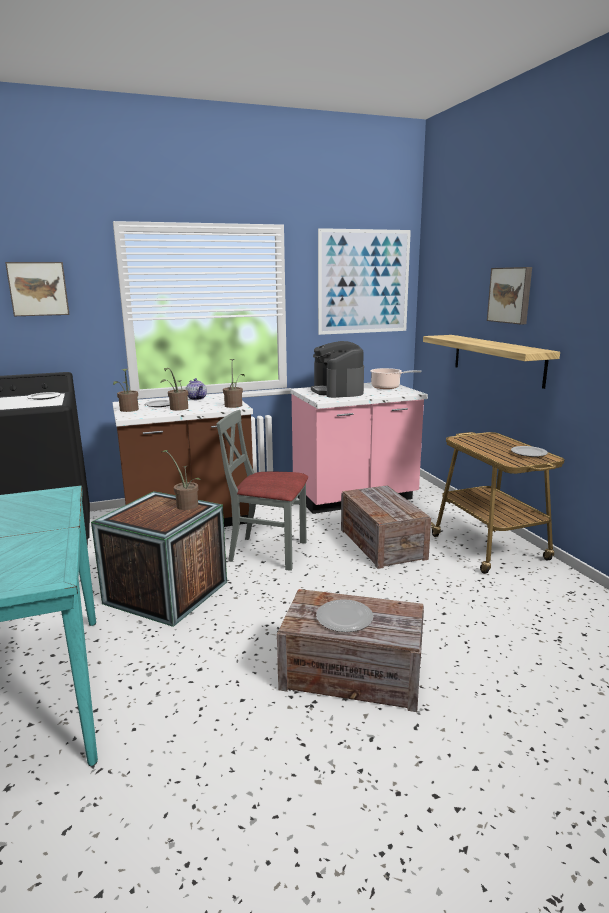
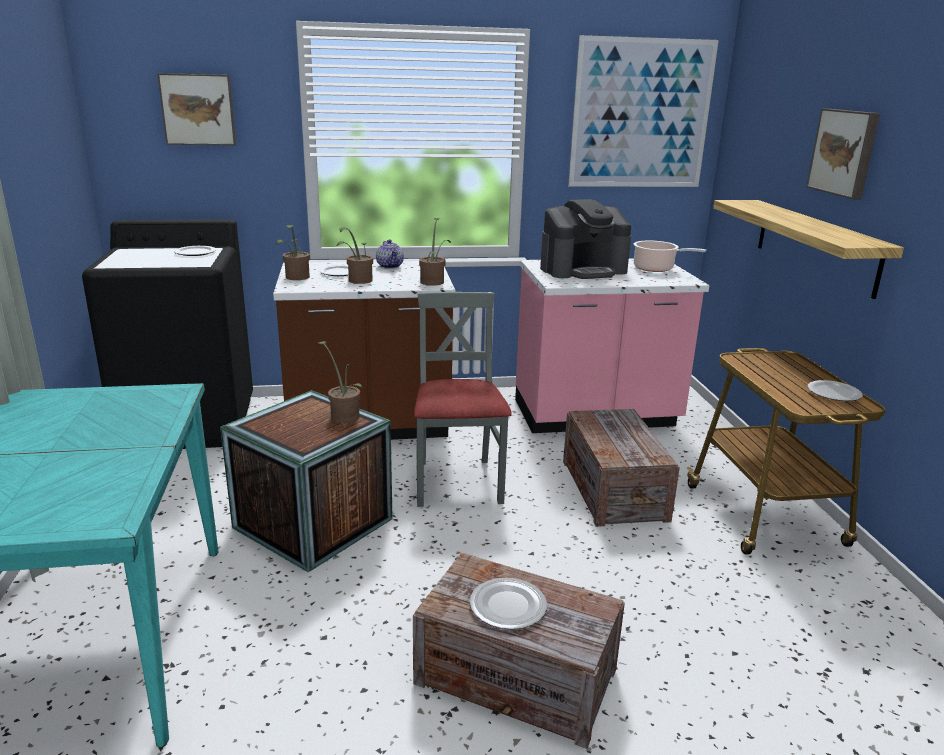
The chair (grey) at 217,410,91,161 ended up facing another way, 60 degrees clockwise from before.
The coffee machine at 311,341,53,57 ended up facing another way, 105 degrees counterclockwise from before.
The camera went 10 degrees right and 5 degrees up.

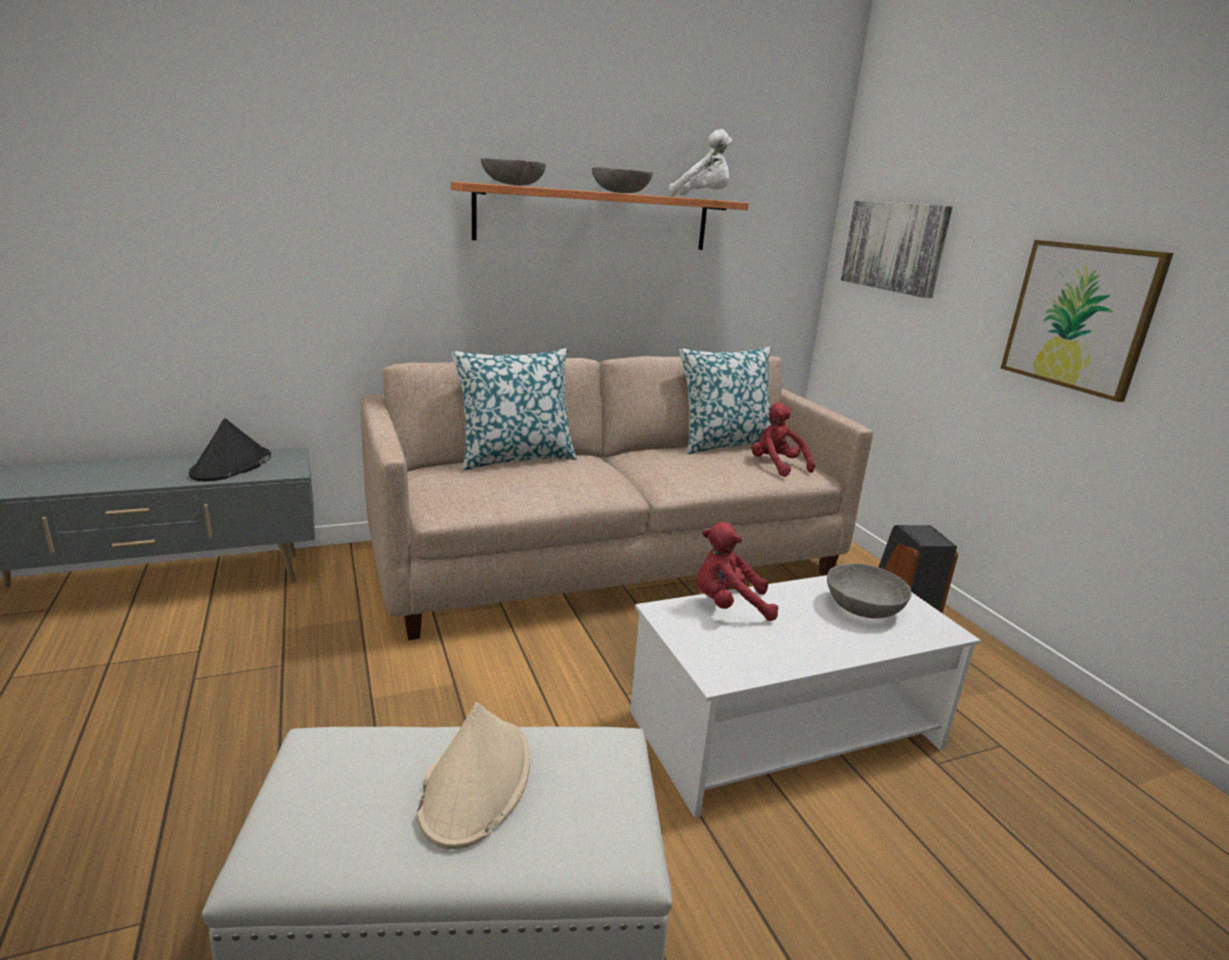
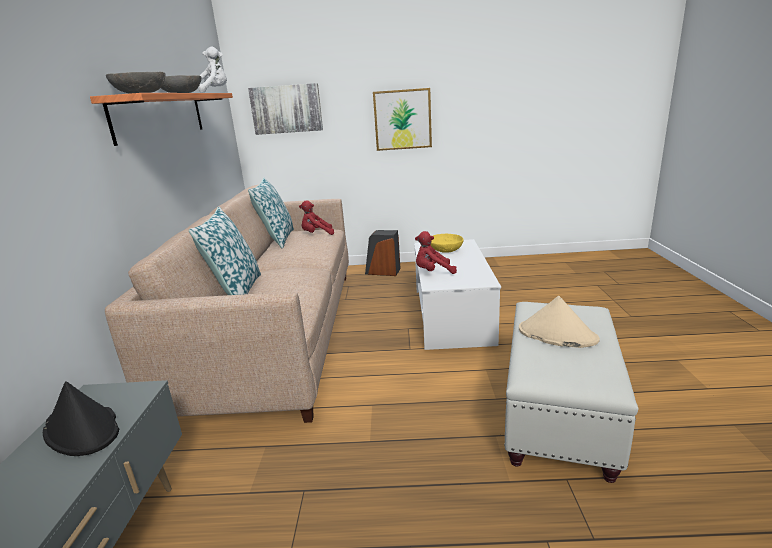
The plush toy (red) at 697,522,81,99 ended up facing another way, 60 degrees clockwise from before.
What was the bowl (grey) at 827,563,85,55 turned into the bowl (yellow) at 431,234,33,19.
The camera went 65 degrees left and 0 degrees up.

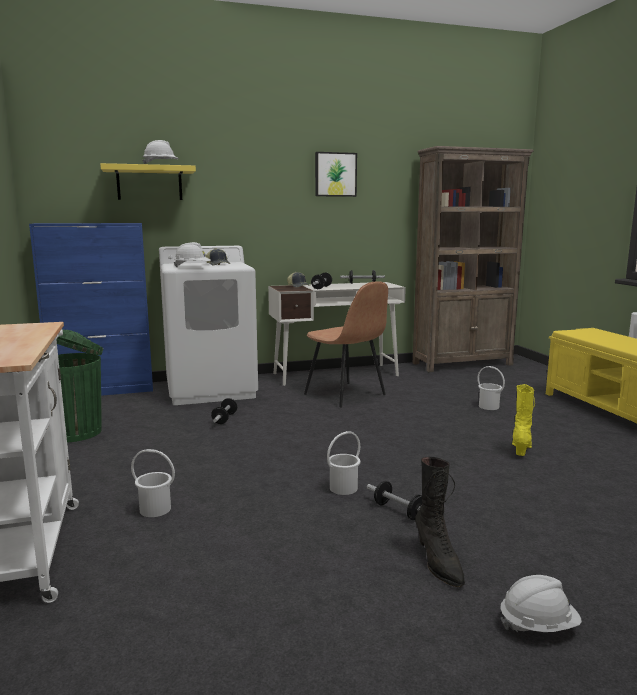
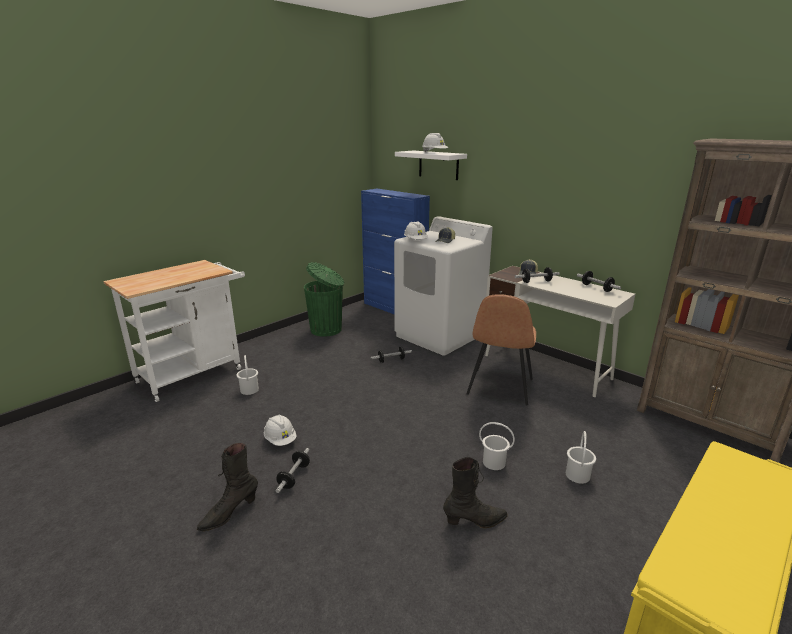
What was the shelf (yellow) at 100,163,96,37 turned into the shelf (white) at 395,151,72,29.
The second view lost the picture at 315,152,42,45.
The bucket (white) ended up elsewhere, having gone from 327,431,34,64 to 479,422,36,48.
The hard hat (white) ended up elsewhere, having gone from 500,575,82,57 to 264,415,33,31.
What was the boot (yellow) at 512,384,23,72 turned into the boot (black) at 443,457,65,71.
The camera went 60 degrees right and 10 degrees up.

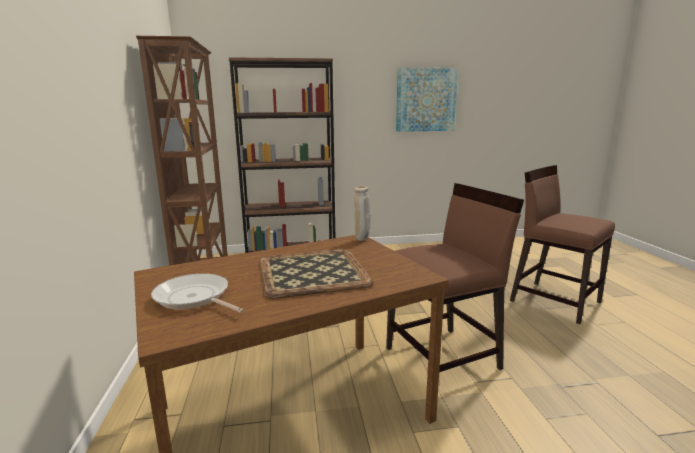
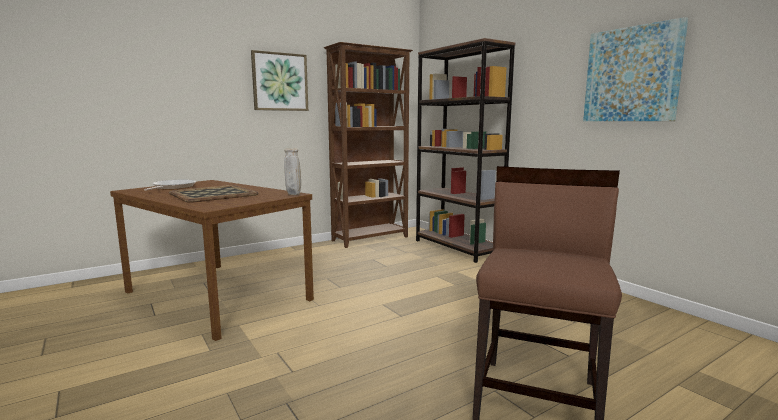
The second view lost the chair (brown) at 386,183,138,189.
The second view gained the picture at 251,50,57,61.
The camera went 65 degrees right and 5 degrees down.

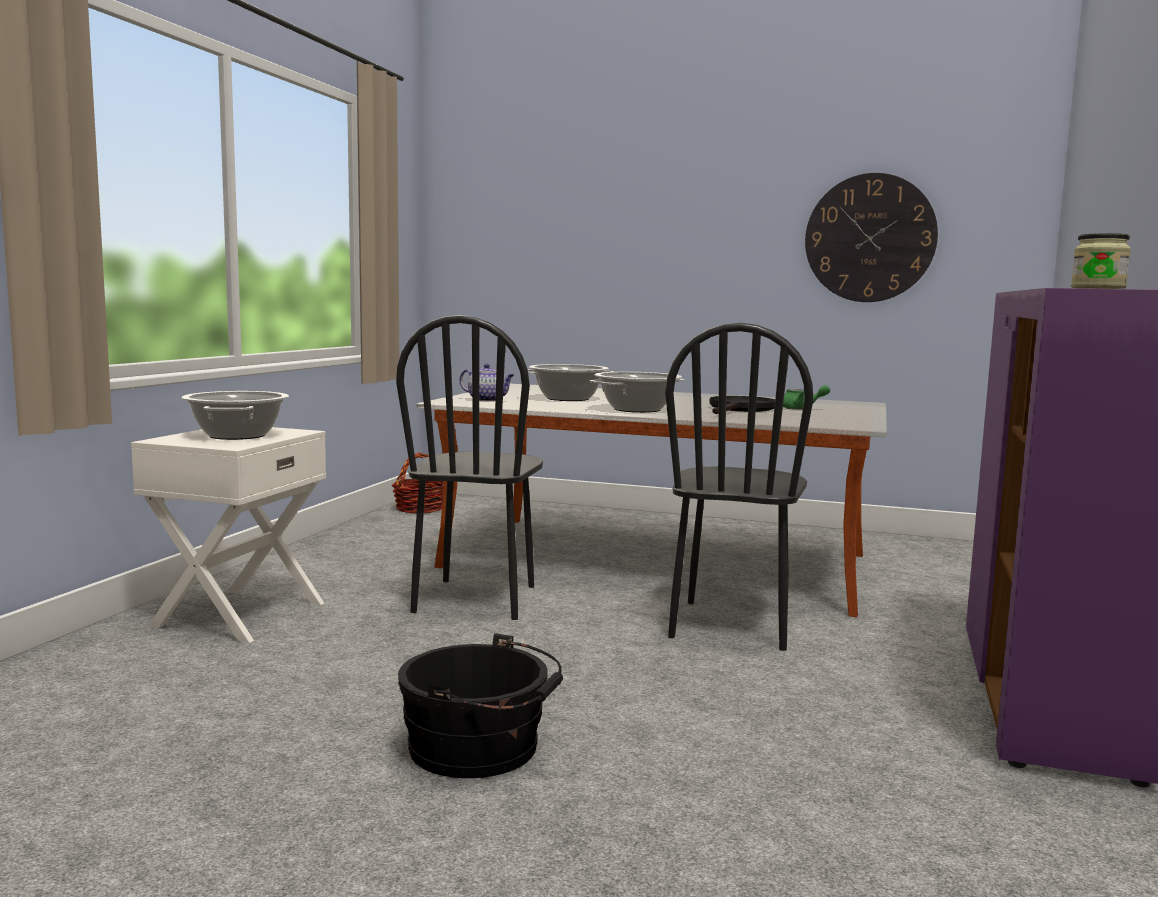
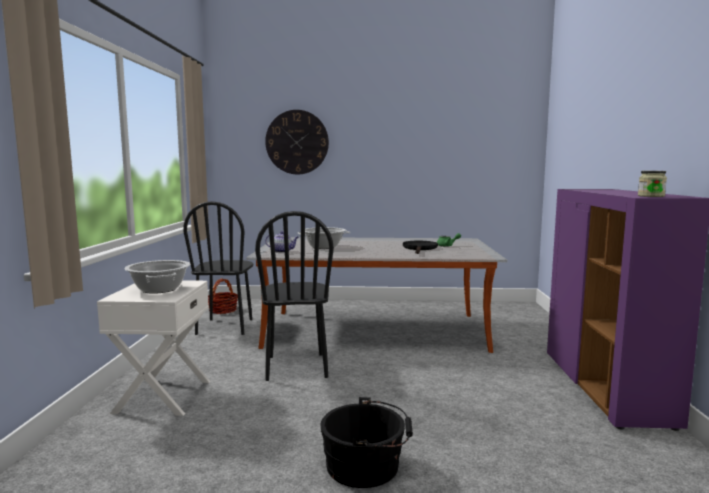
The second view lost the cooking pot at 590,372,95,41.
The chair (black) ended up elsewhere, having gone from 665,322,148,329 to 183,201,70,134.
The wall clock ended up elsewhere, having gone from 805,173,133,129 to 265,110,64,64.
The camera went 15 degrees left and 0 degrees up.

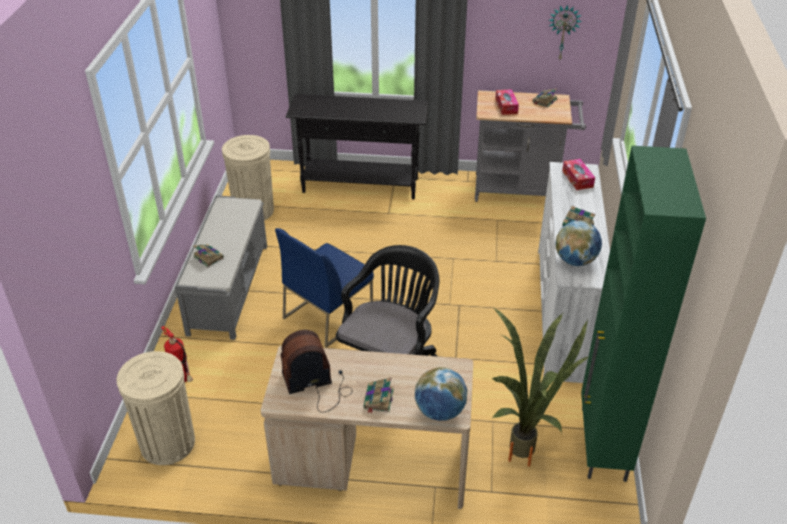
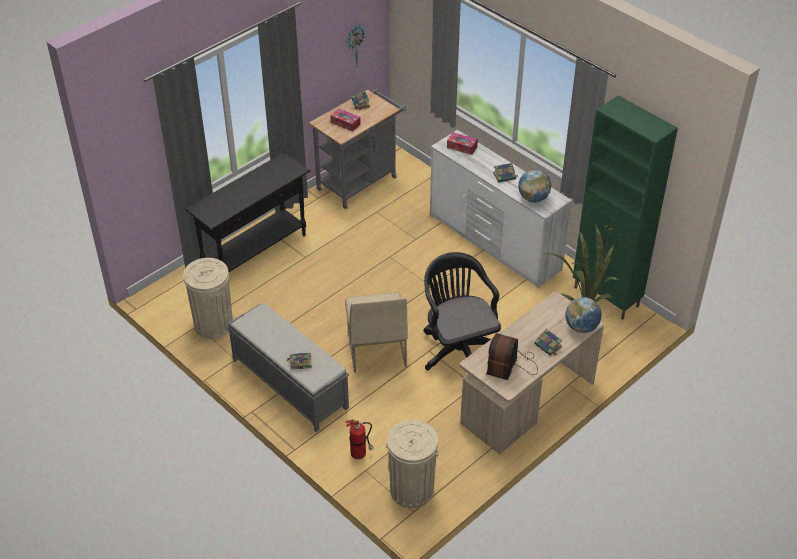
What was the chair (blue) at 275,228,99,120 turned into the chair (beige) at 345,293,63,80.
The camera went 50 degrees left and 5 degrees up.

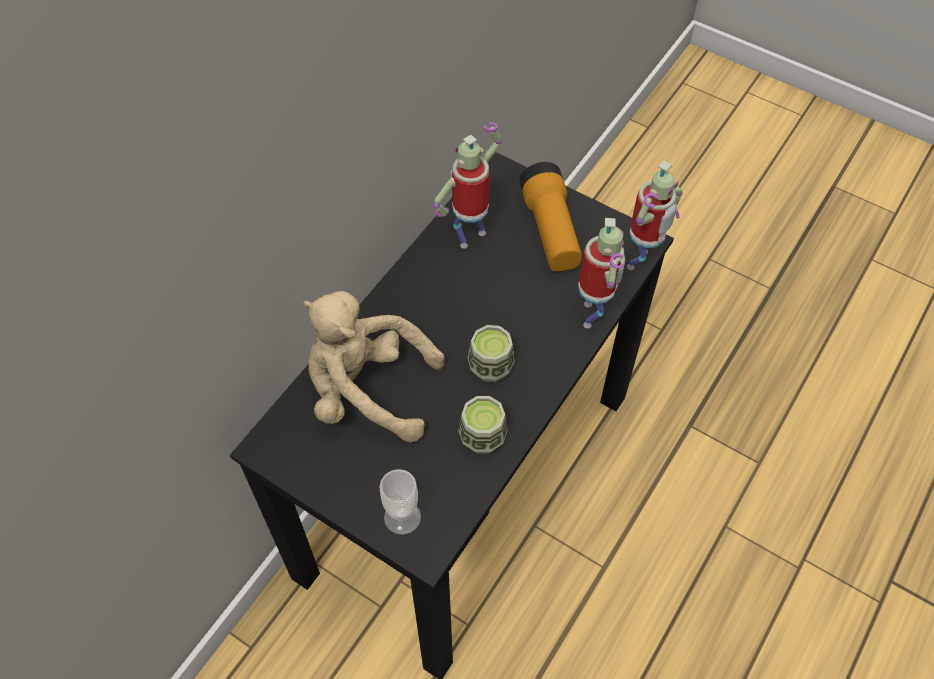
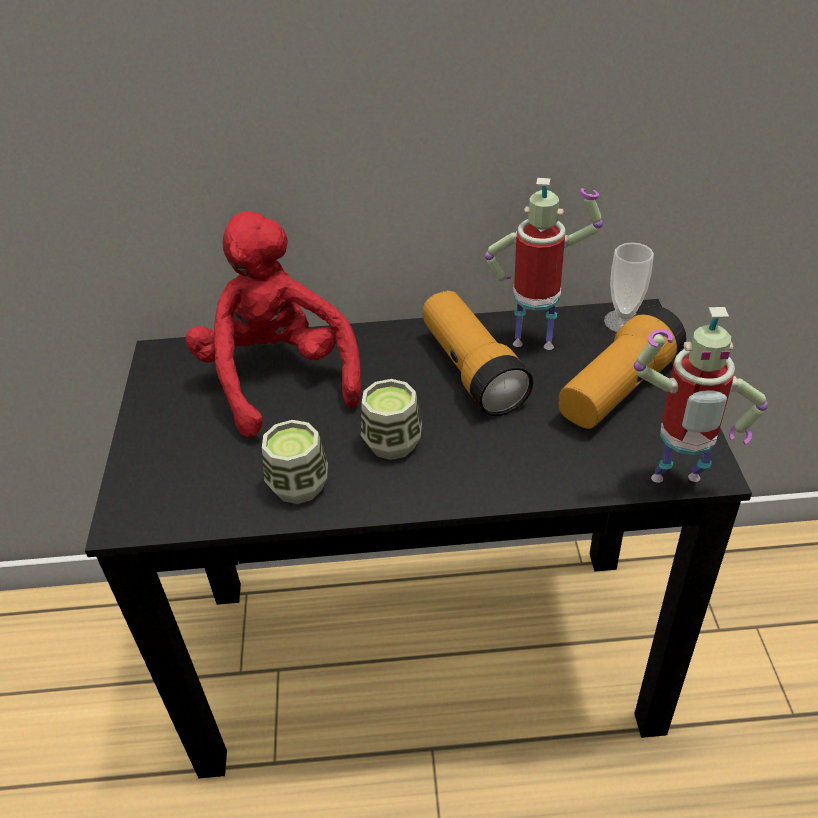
What was the plush toy (beige) at 303,291,142,152 turned into the plush toy (red) at 186,211,175,227.
The cup ended up elsewhere, having gone from 380,469,41,66 to 604,242,50,90.
The second view lost the toy robot at 578,218,47,110.
The second view gained the flashlight at 423,291,110,125.
The camera went 55 degrees right and 15 degrees down.

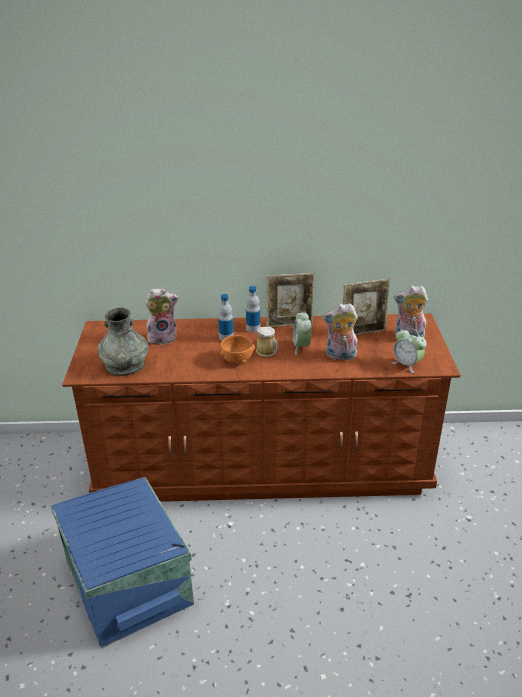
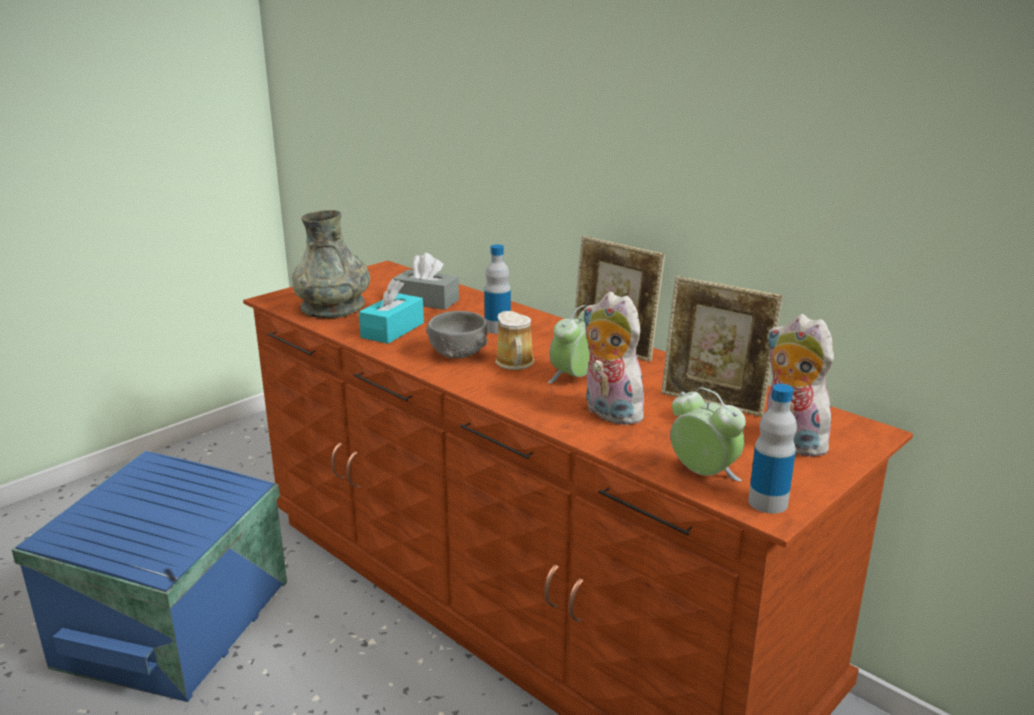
Where the plush toy stood at 145,287,34,58, the tissue box (grey) came to stand at 393,253,66,57.
What was the bowl (orange) at 220,335,35,29 turned into the bowl (grey) at 426,311,61,47.
The bottle ended up elsewhere, having gone from 246,286,14,47 to 748,384,49,130.
The alarm clock at 391,328,36,45 ended up facing another way, 135 degrees clockwise from before.
The second view gained the tissue box (turquoise) at 359,279,65,65.
The camera went 45 degrees right and 10 degrees down.

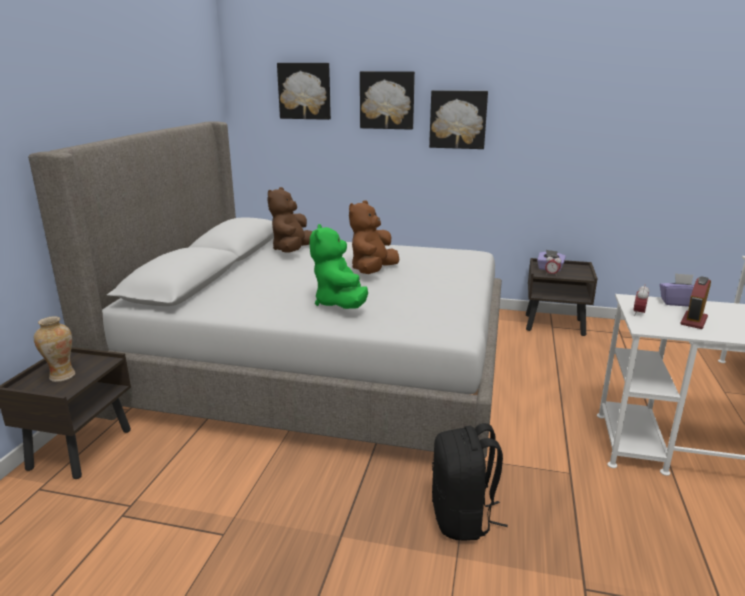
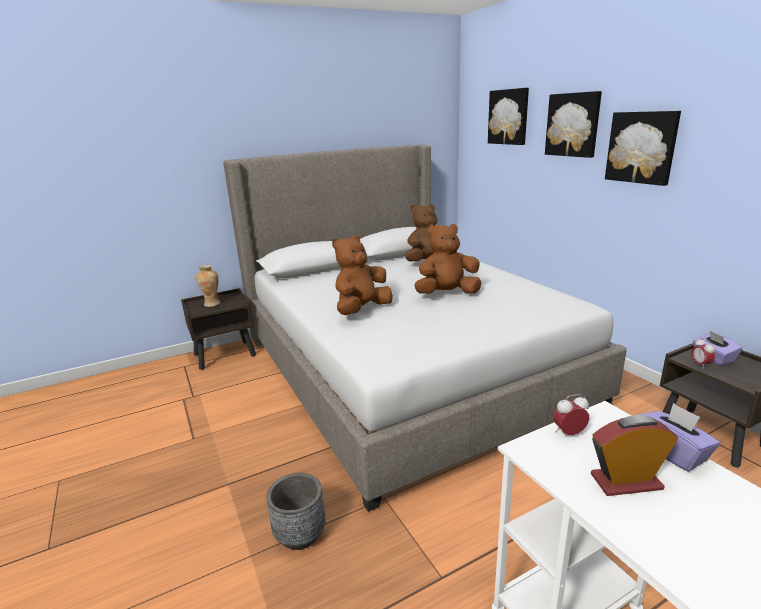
What was the plush toy (green) at 310,224,58,85 turned into the plush toy (brown) at 332,235,61,80.
Where the backpack (black) stood at 432,423,76,118, the planter (grey) came to stand at 267,473,59,77.
The camera went 50 degrees right and 0 degrees up.

